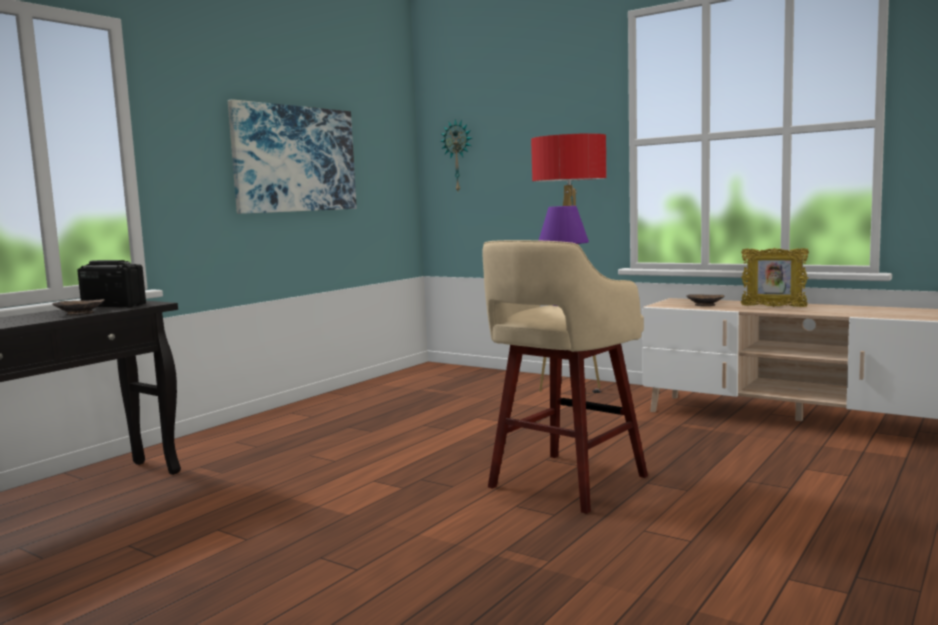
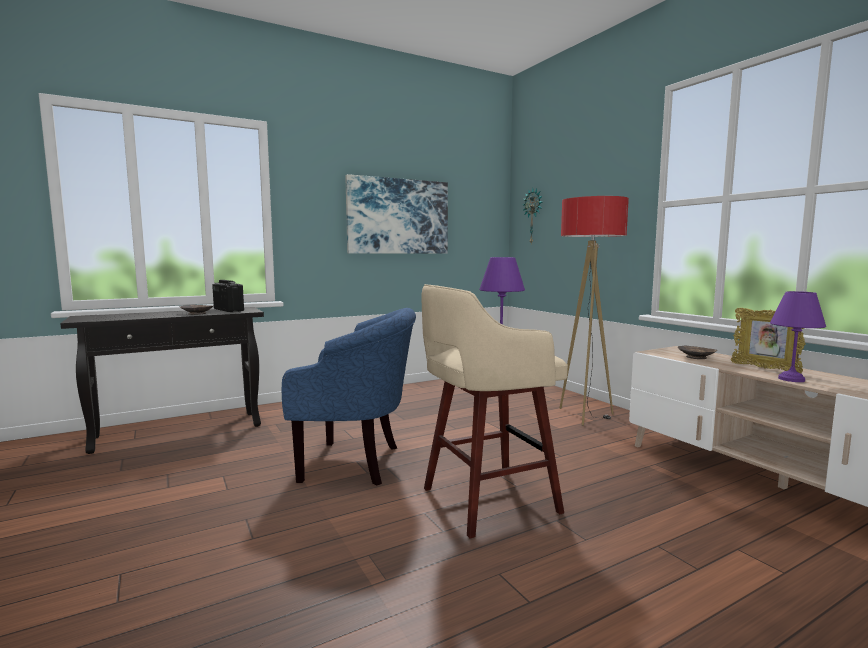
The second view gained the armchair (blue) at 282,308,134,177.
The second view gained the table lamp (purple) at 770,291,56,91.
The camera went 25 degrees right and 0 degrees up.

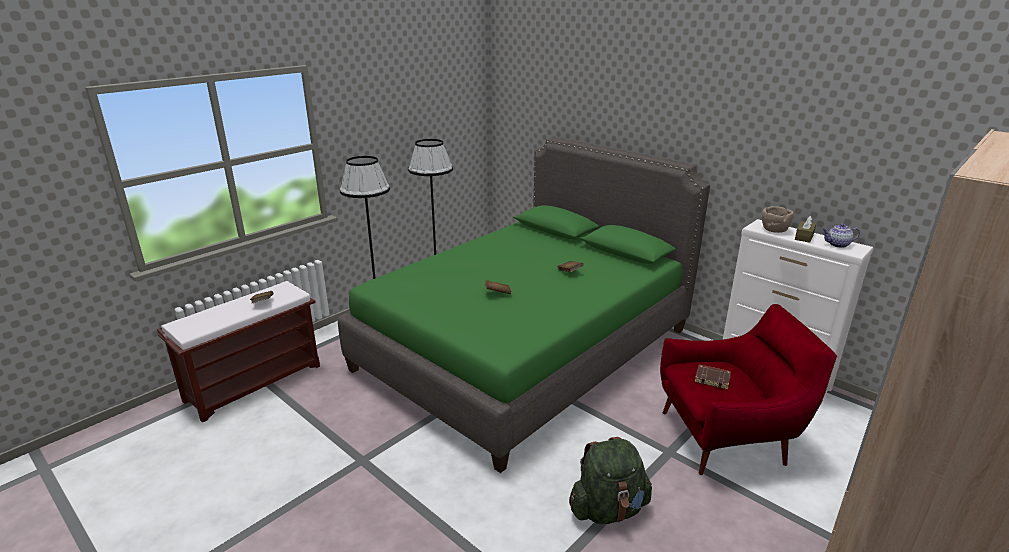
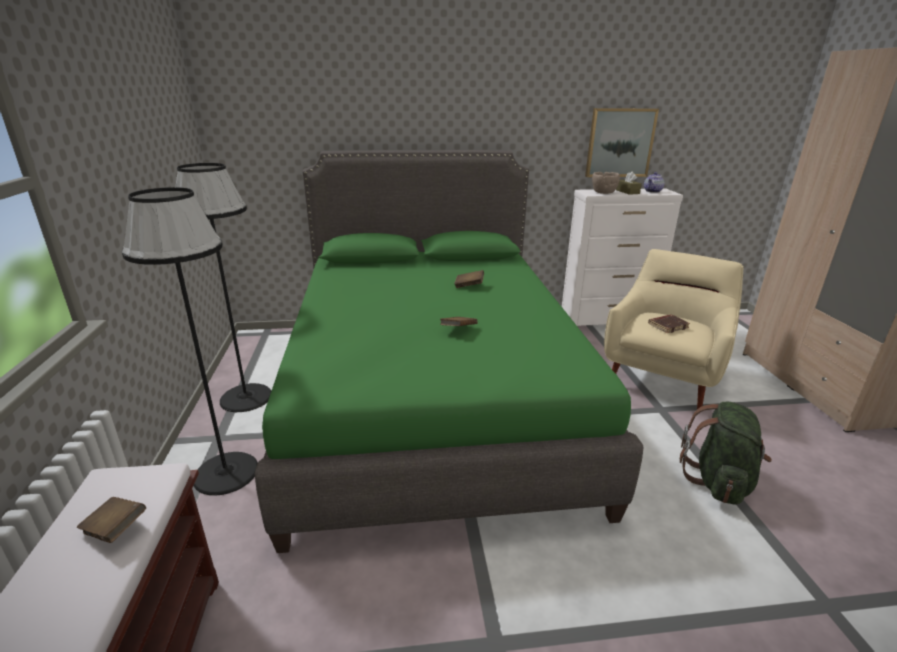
What was the armchair (red) at 660,304,177,171 turned into the armchair (beige) at 604,249,140,160.
The second view gained the picture at 585,108,74,69.
The camera went 50 degrees left and 0 degrees up.

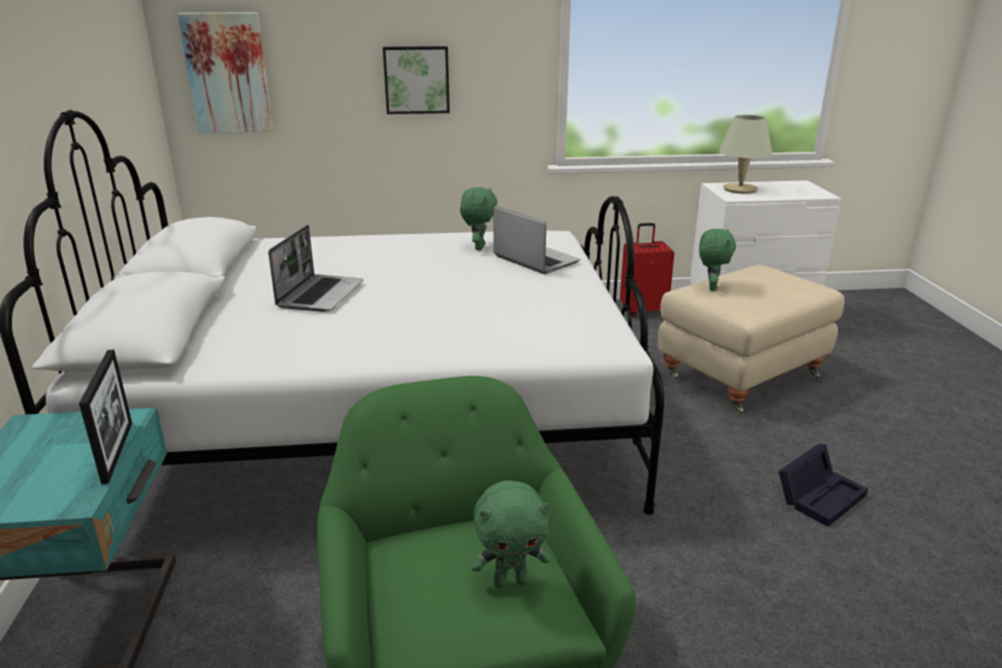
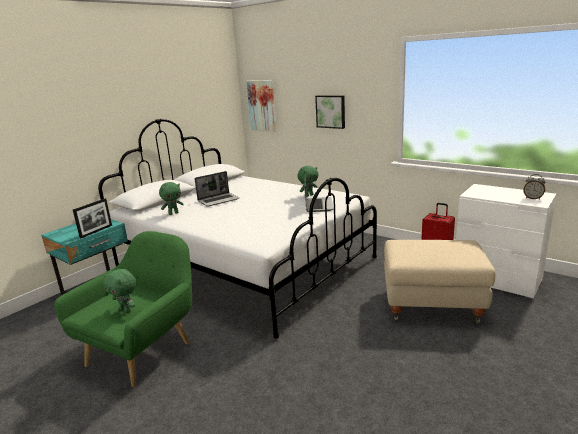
The plush toy (green) ended up elsewhere, having gone from 699,229,37,62 to 159,182,25,33.
The second view lost the table lamp (beige) at 719,115,54,79.
The second view lost the storage box (black) at 779,444,89,83.
The second view gained the alarm clock at 523,174,22,26.
The camera went 45 degrees right and 5 degrees down.

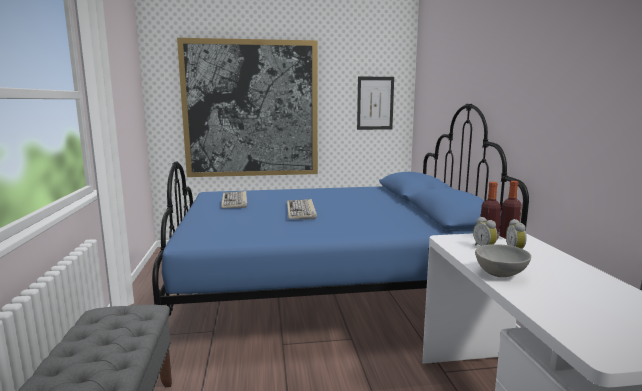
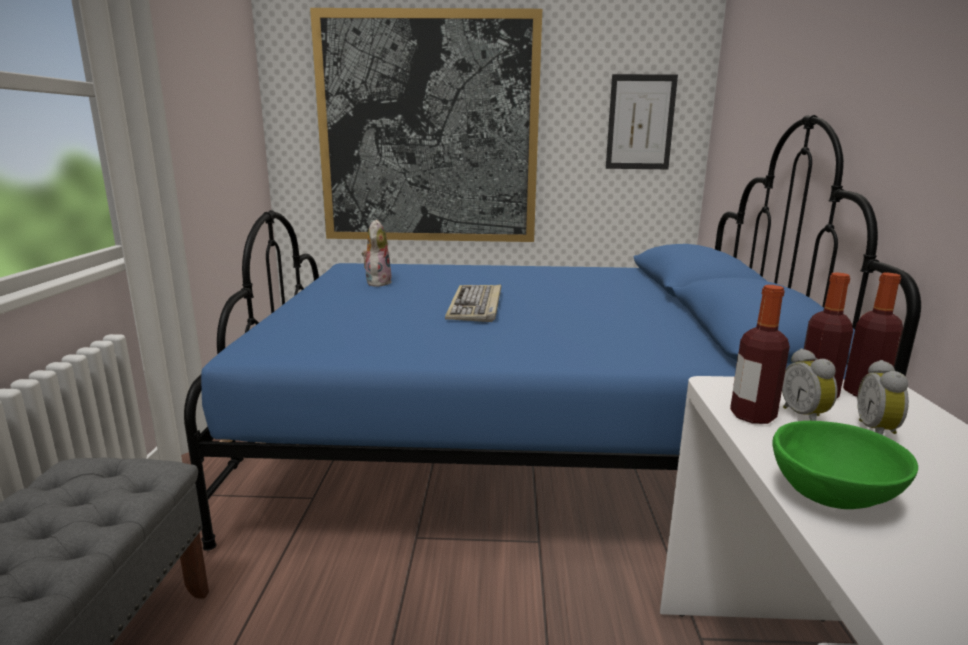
Where the keyboard stood at 221,191,26,17, the plush toy came to stand at 362,219,30,68.
What was the bowl (grey) at 475,244,56,33 turned into the bowl (green) at 772,421,146,88.
The second view gained the bottle at 730,285,60,139.
The camera went 10 degrees right and 5 degrees up.

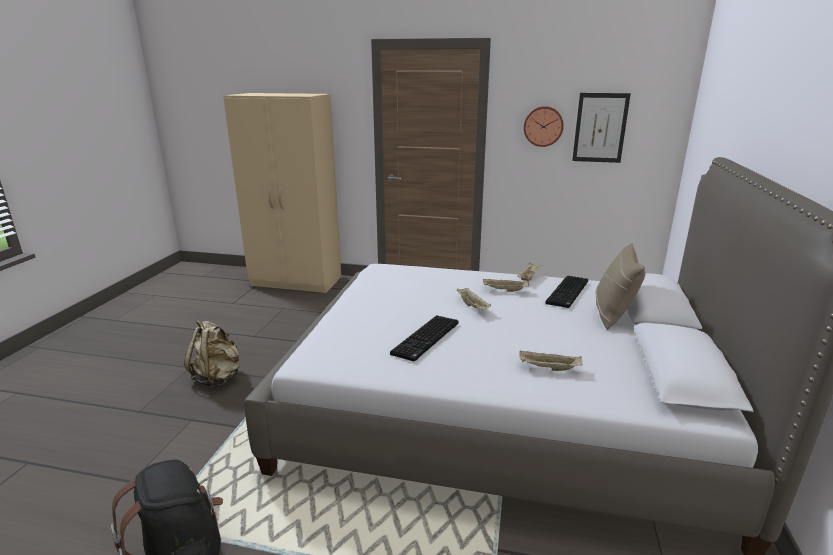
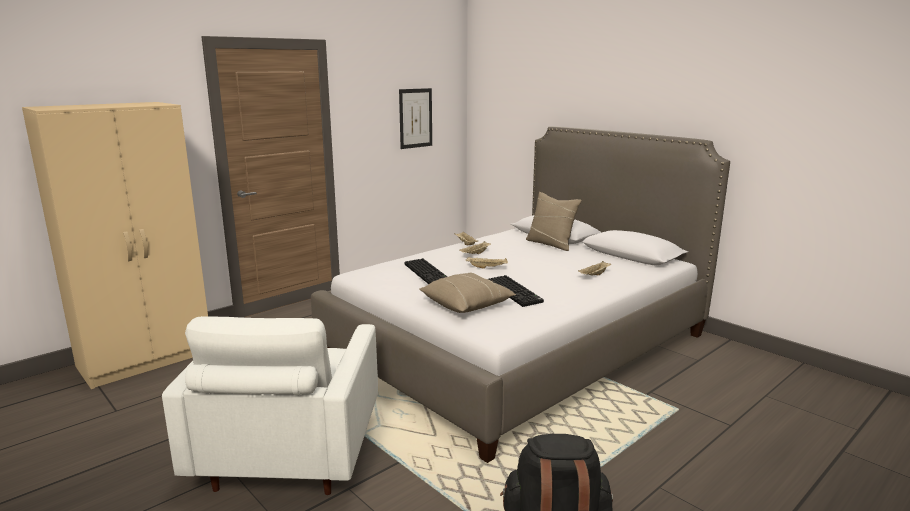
Where the backpack (beige) stood at 184,320,56,67, the armchair (white) came to stand at 162,316,216,179.
The second view lost the wall clock at 524,106,40,41.
The keyboard ended up elsewhere, having gone from 545,276,43,32 to 404,258,43,26.
The second view gained the pillow (beige) at 419,273,97,40.
The camera went 55 degrees left and 5 degrees down.

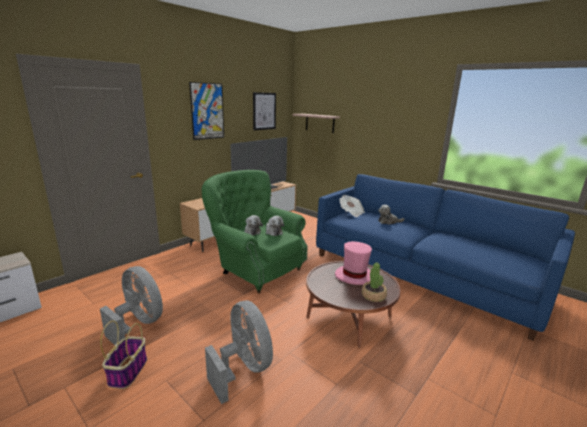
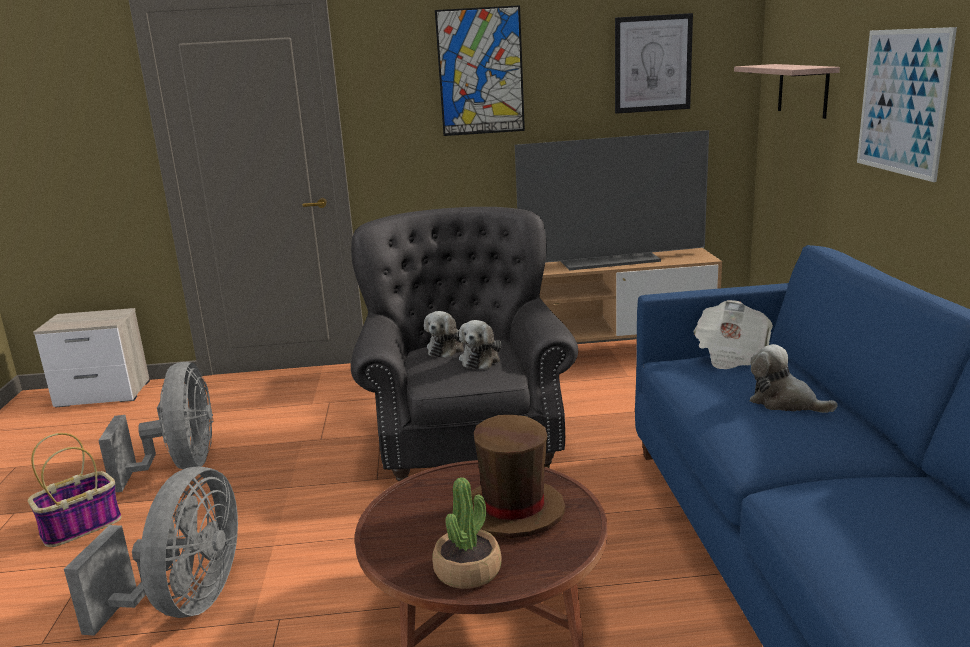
What was the armchair (green) at 202,170,105,123 turned into the armchair (grey) at 351,207,227,275.
What was the hat (pink) at 335,241,37,44 turned into the hat (brown) at 471,415,94,123.
The second view gained the picture at 857,27,100,155.
The camera went 45 degrees right and 0 degrees up.

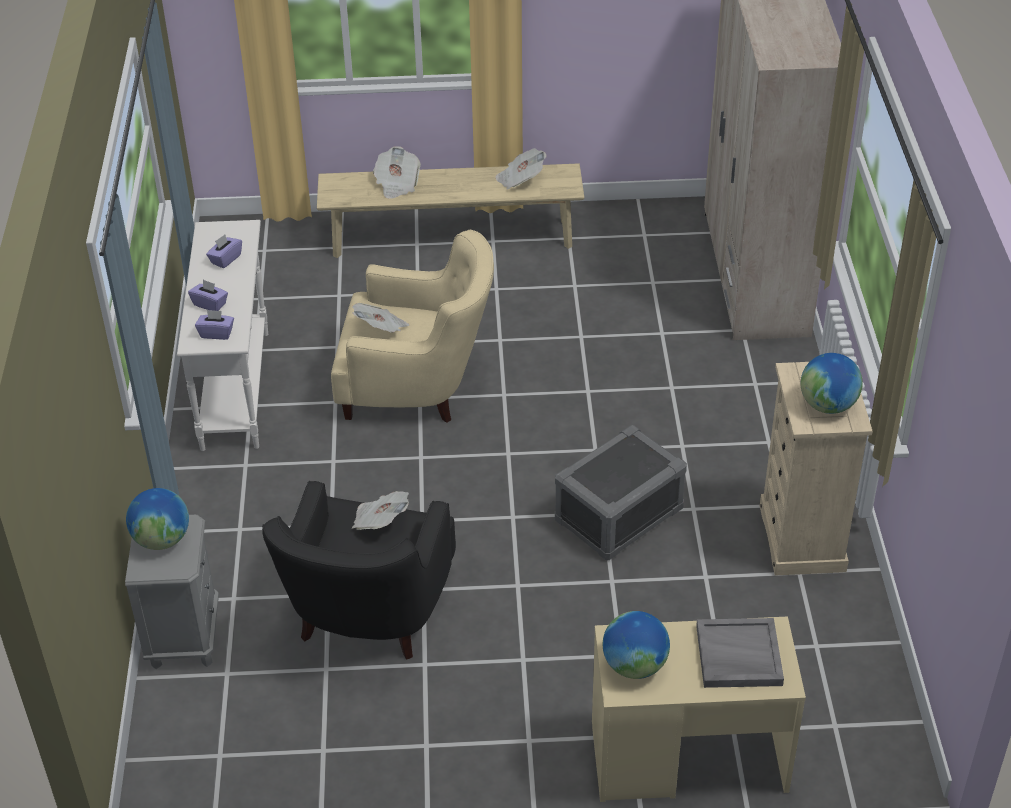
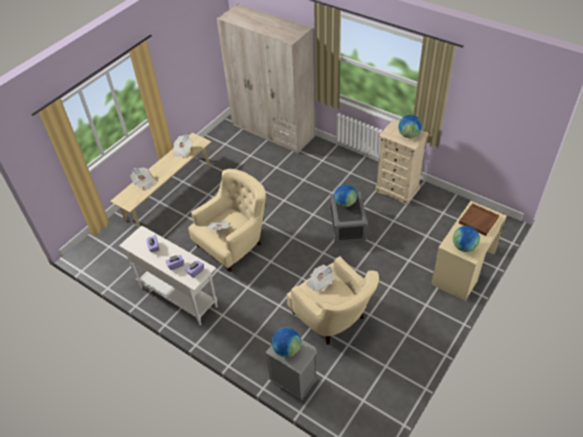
What was the armchair (black) at 262,481,194,179 turned into the armchair (beige) at 287,256,92,89.
What was the tray (grey) at 696,618,88,70 turned into the tray (brown) at 459,203,40,33.
The second view gained the globe at 334,184,23,23.
The camera went 50 degrees left and 5 degrees up.

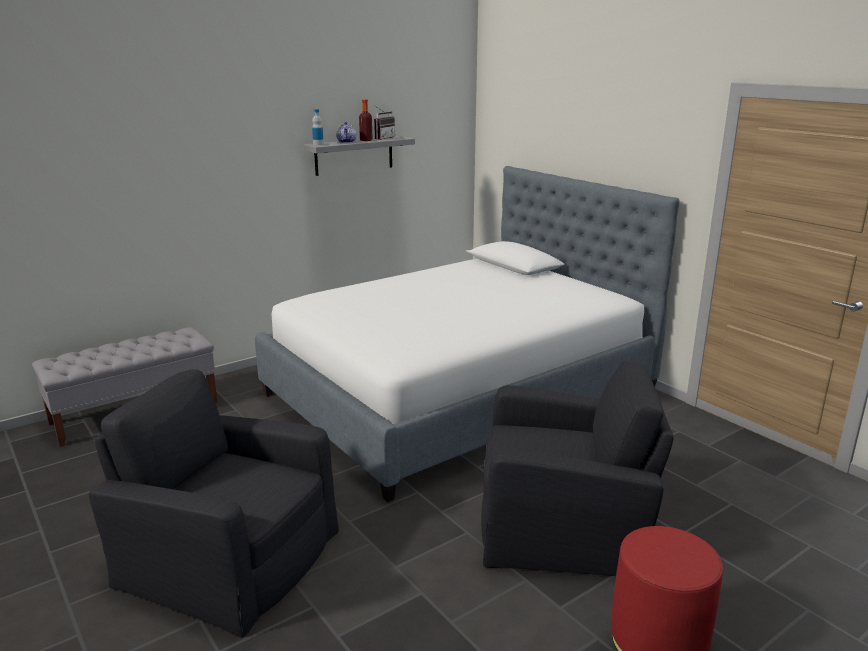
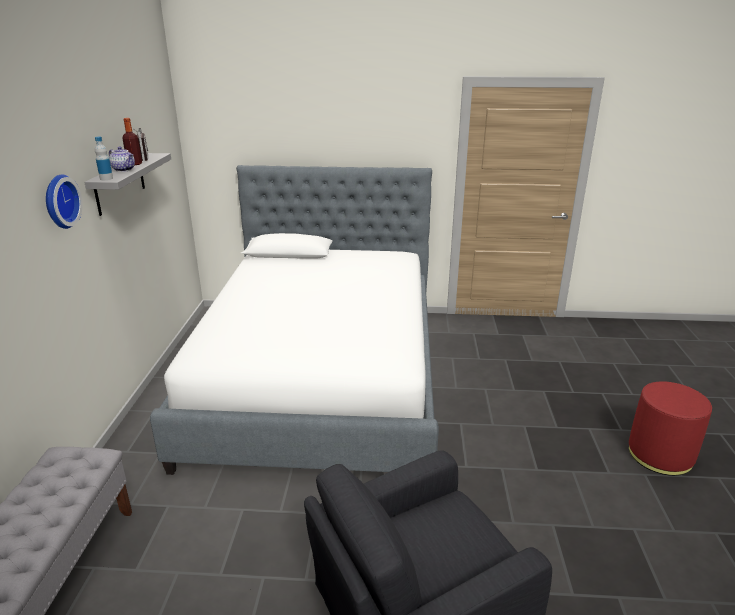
The second view lost the armchair (black) at 481,361,193,215.
The second view gained the wall clock at 46,174,36,55.
The camera went 50 degrees left and 5 degrees up.

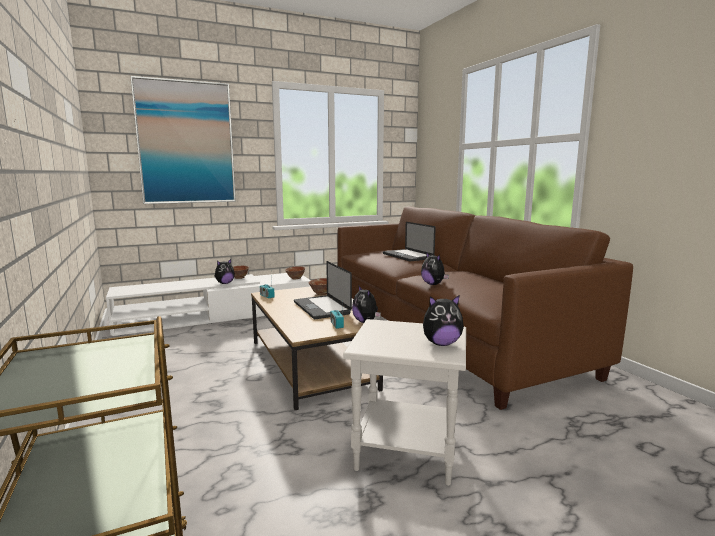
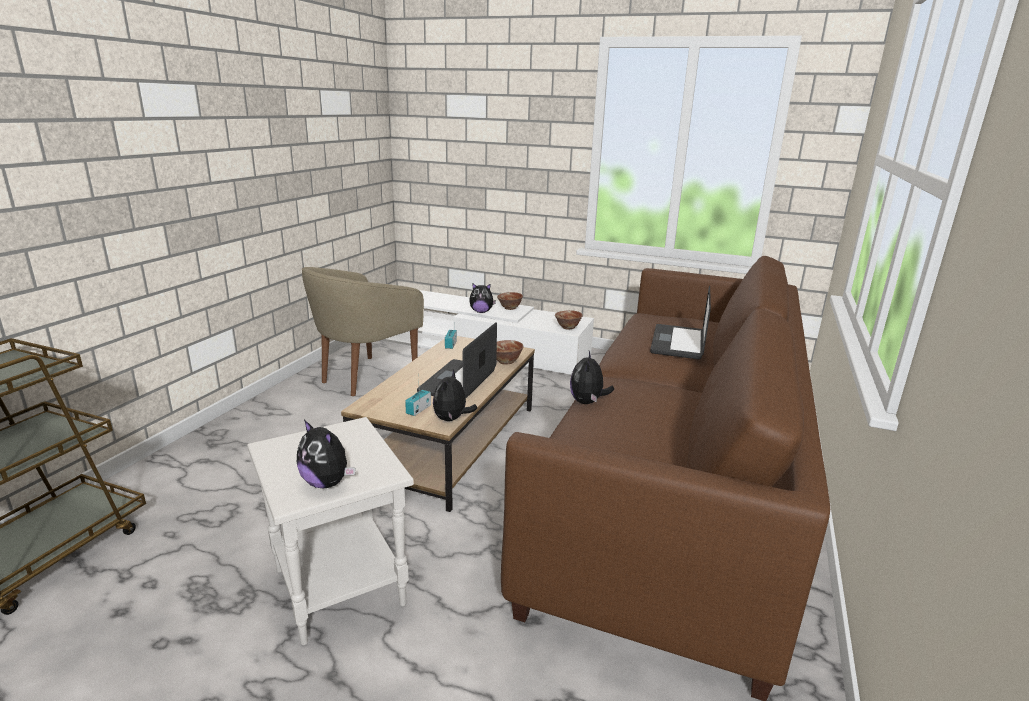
The second view lost the picture at 130,76,106,128.
The second view gained the armchair (beige) at 302,267,122,129.
The camera went 45 degrees right and 10 degrees up.

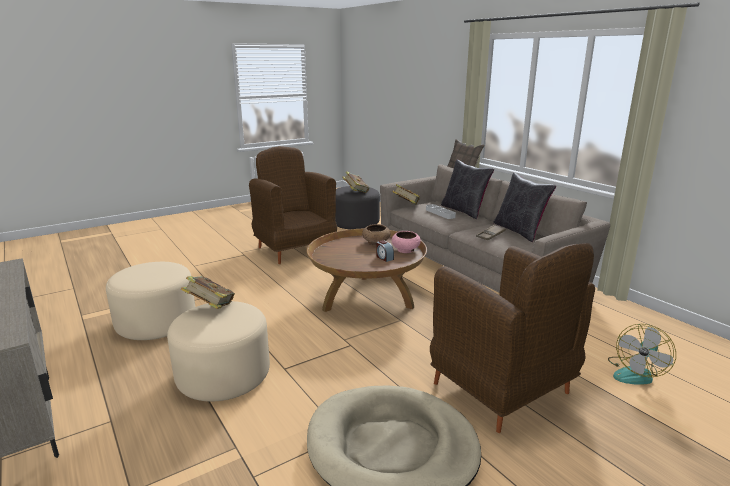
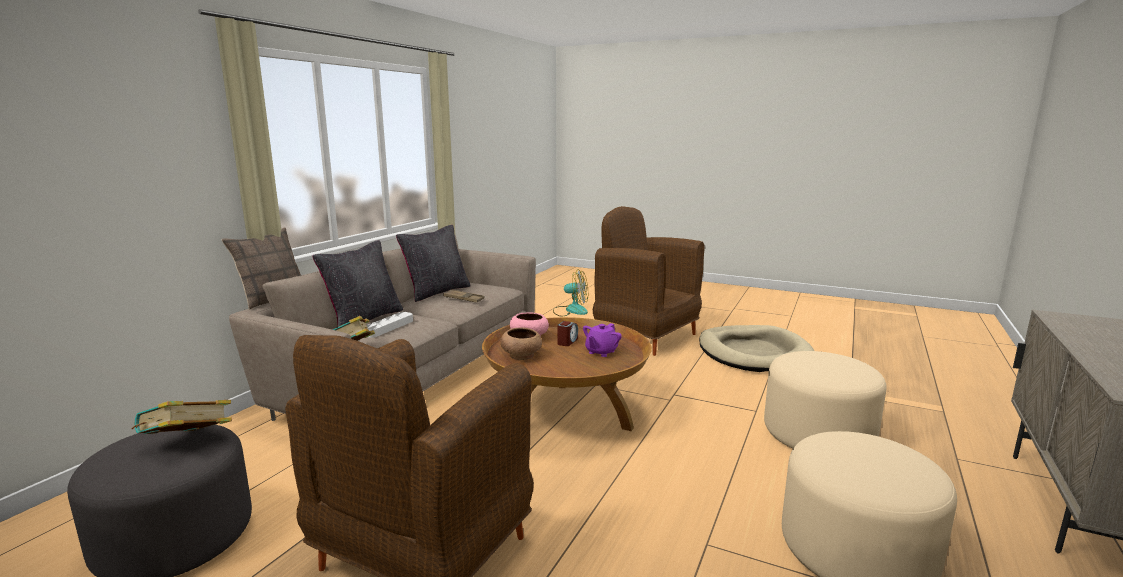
The second view lost the book at 181,276,54,33.
The armchair (brown) at 430,243,165,190 ended up facing another way, 75 degrees counterclockwise from before.
The second view gained the teapot (purple) at 583,323,39,34.
The camera went 120 degrees left and 5 degrees down.

